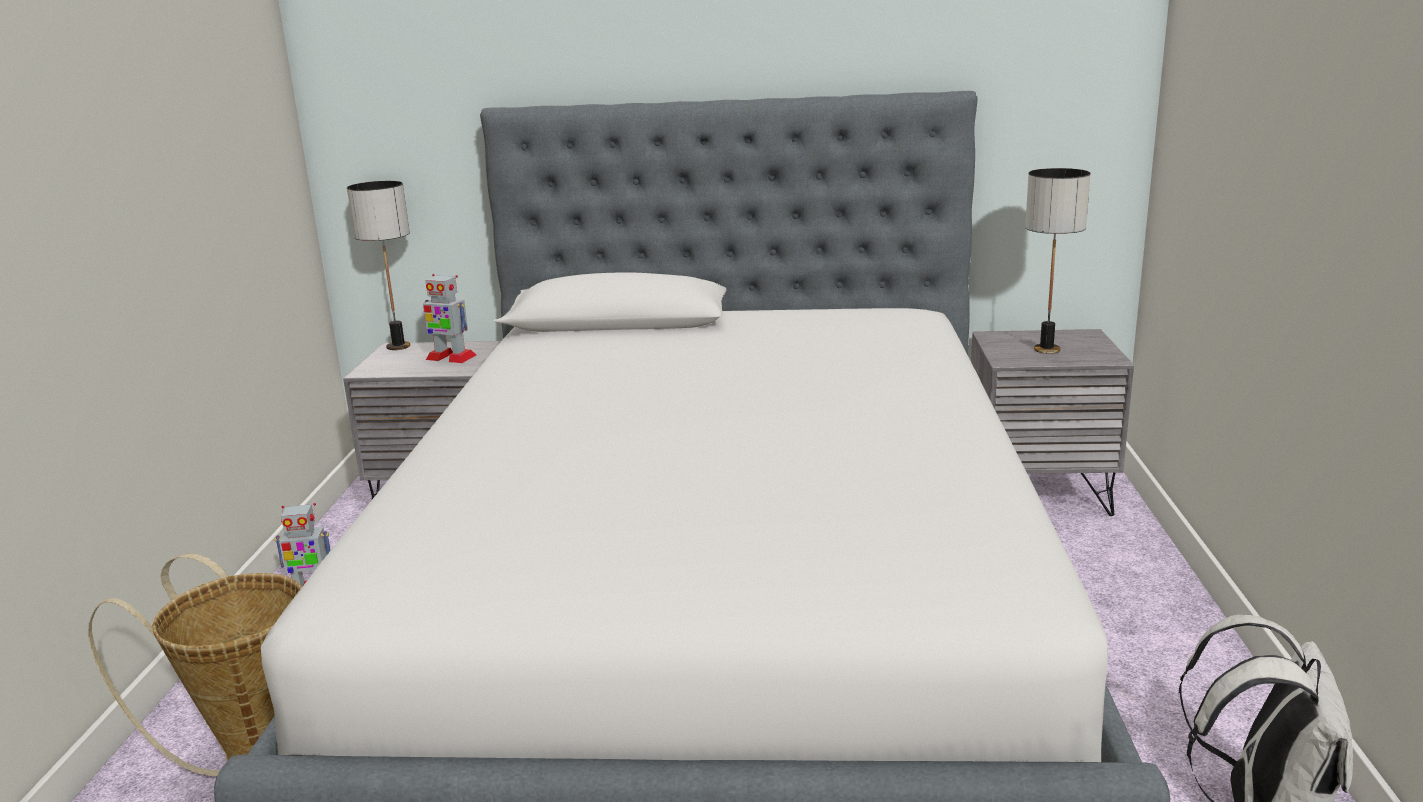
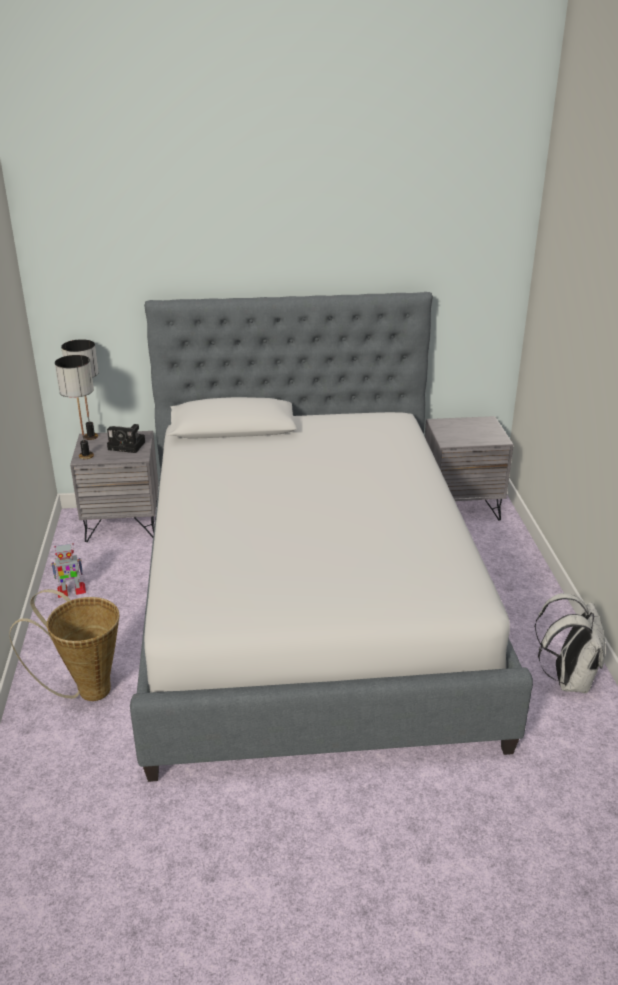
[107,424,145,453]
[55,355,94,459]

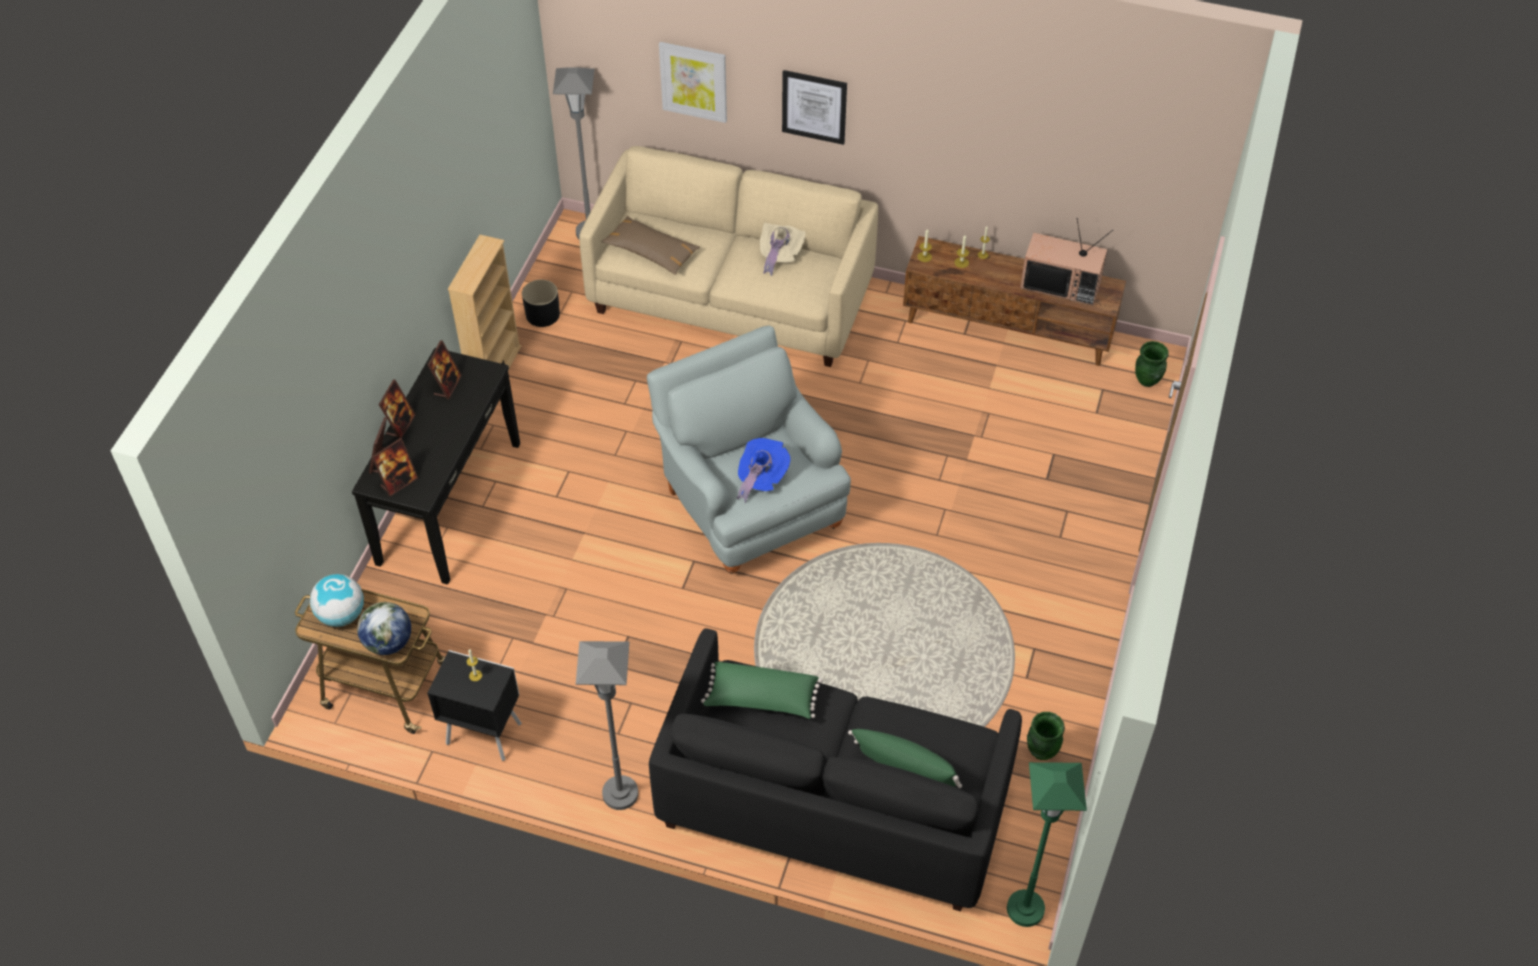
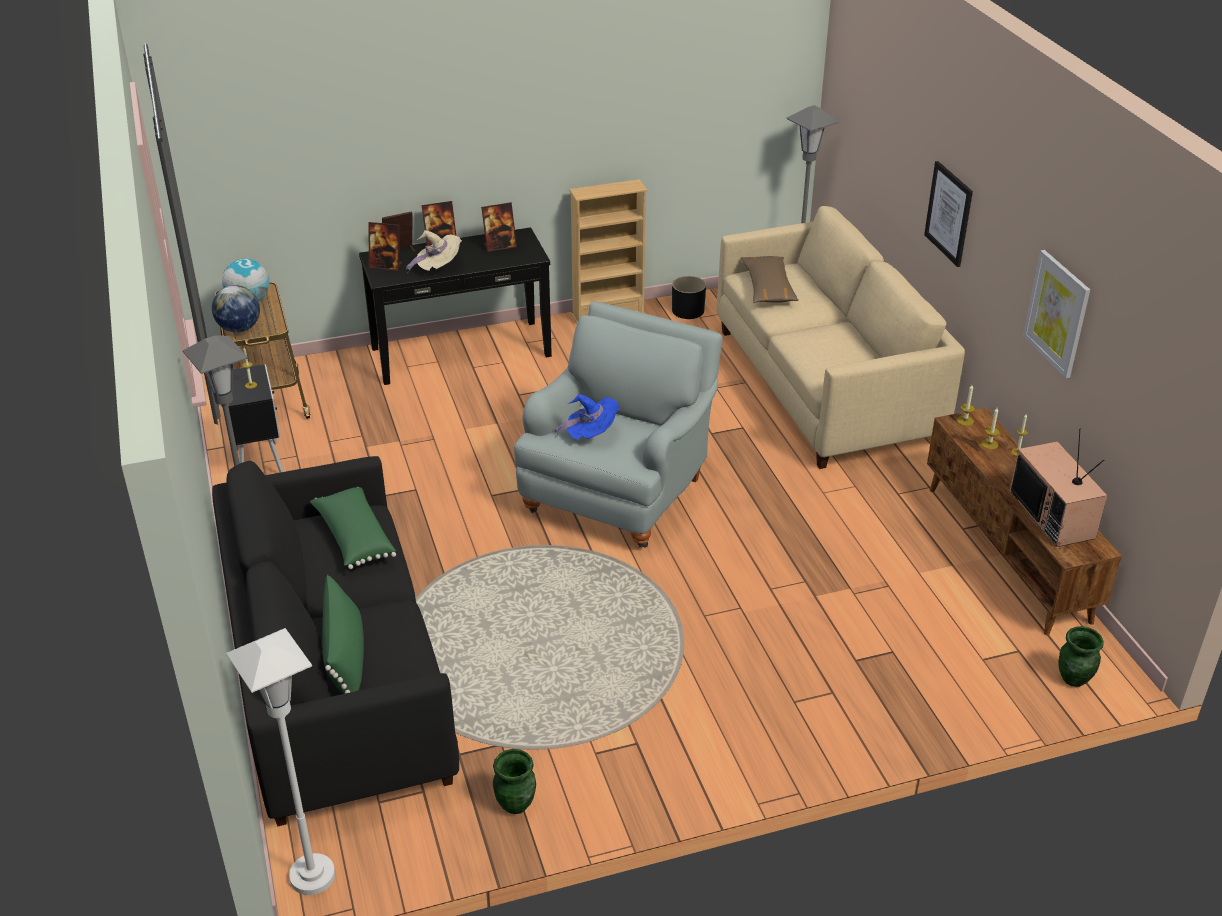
[1023,250,1090,378]
[406,230,462,274]
[226,628,335,895]

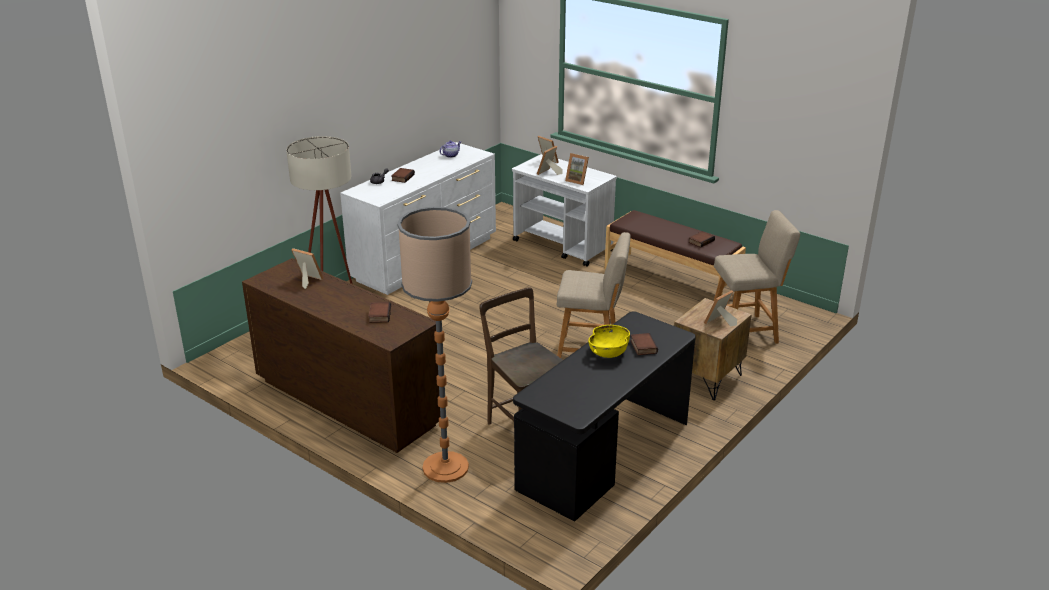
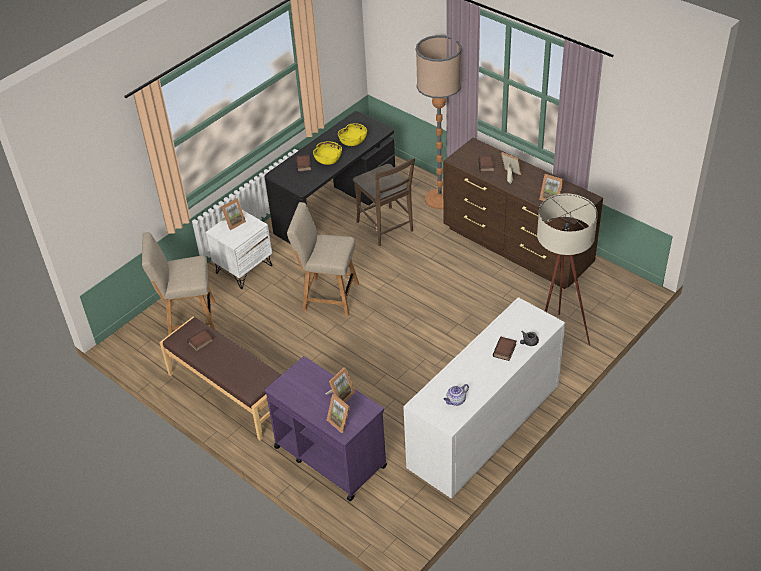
[265,356,387,501]
[501,152,522,184]
[205,210,272,289]
[338,123,367,146]

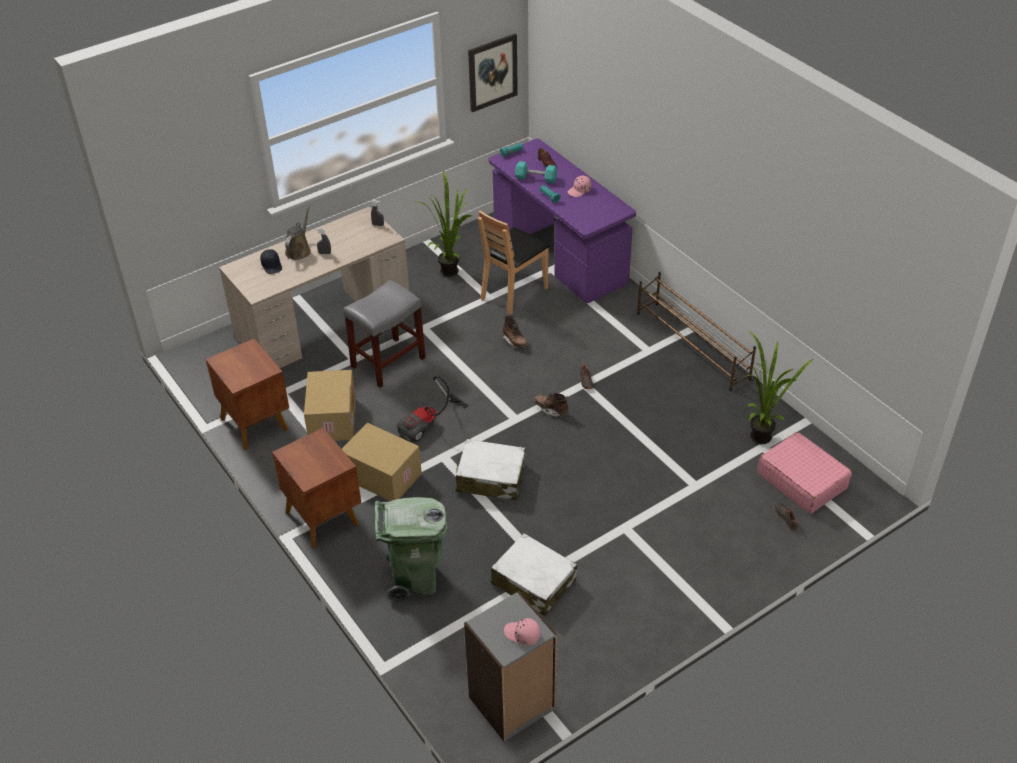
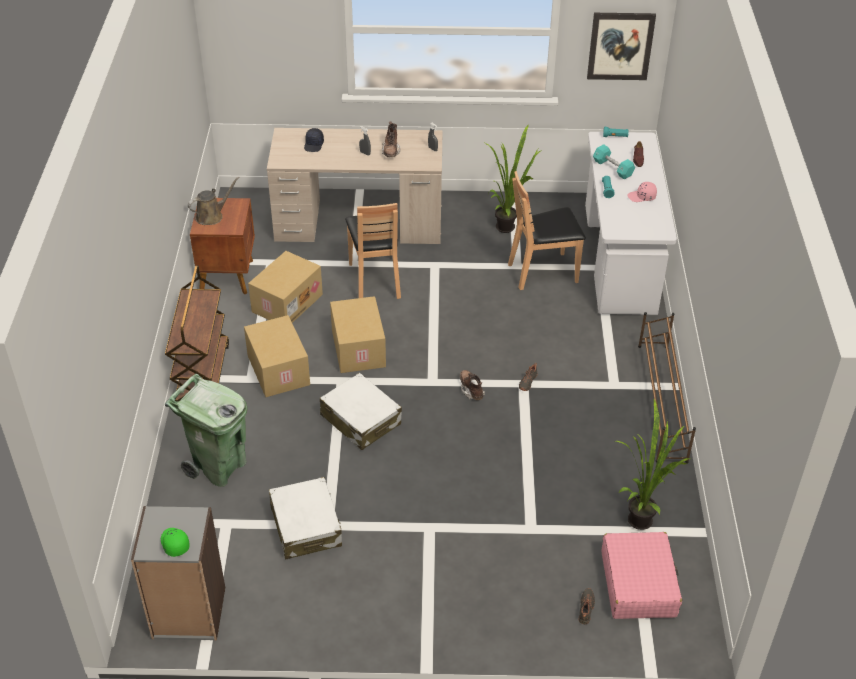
[165,265,229,402]
[188,176,240,225]
[345,203,401,299]
[330,296,386,373]
[585,132,677,315]
[382,121,401,157]
[161,528,190,557]

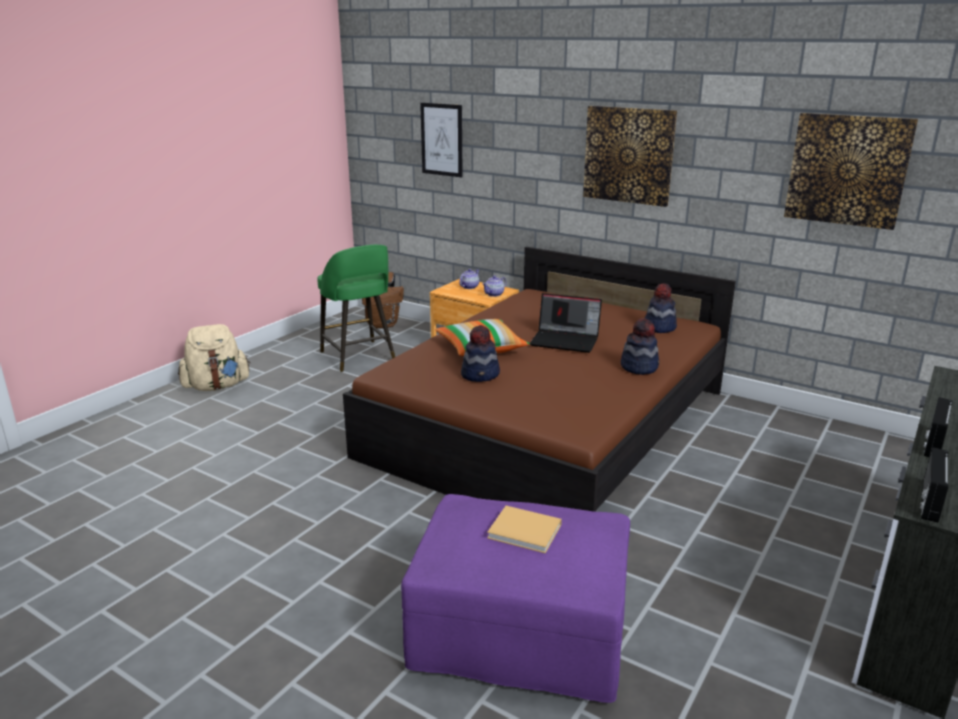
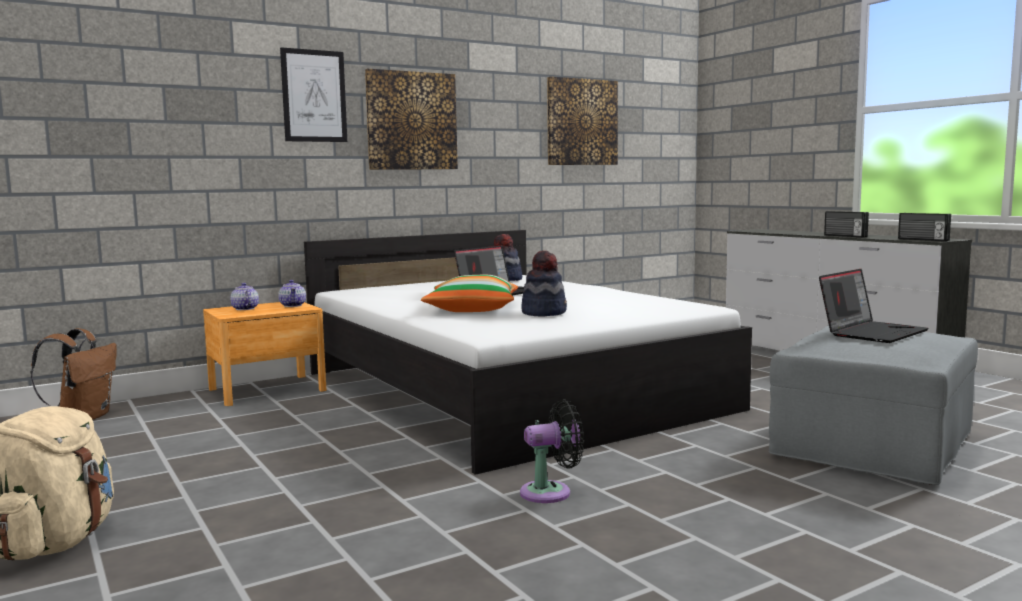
[317,245,395,372] (first image)
[304,230,752,475]
[769,325,978,485]
[280,47,347,142]
[819,269,929,343]
[621,318,659,375] (first image)
[520,399,584,503]

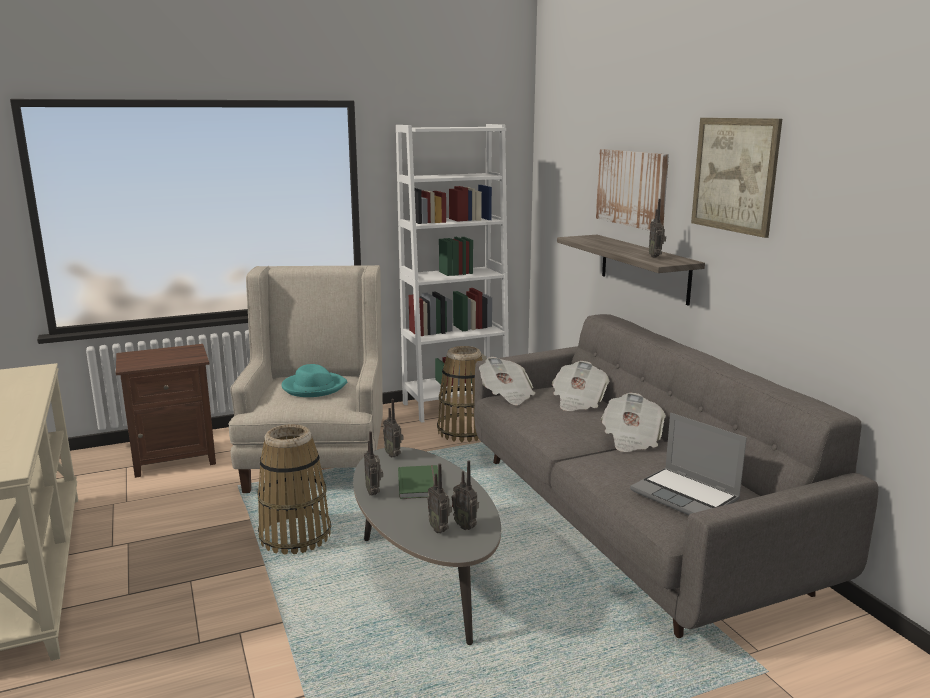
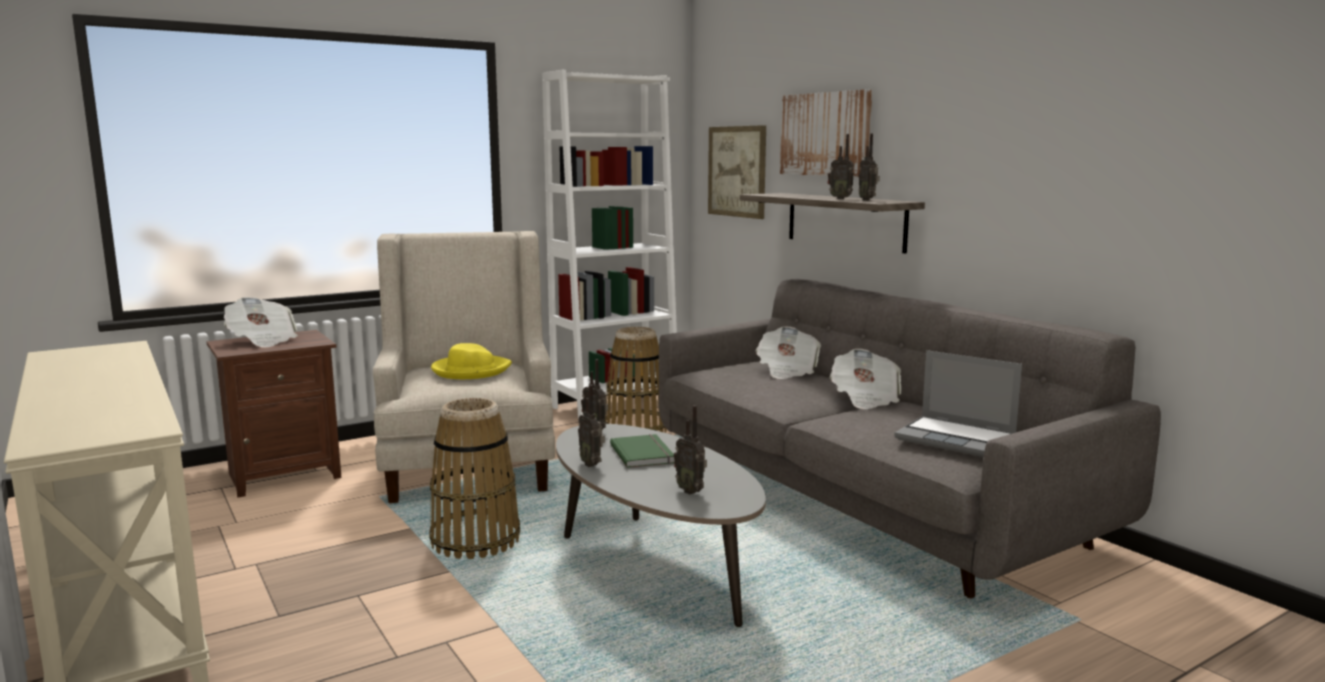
[431,343,512,379]
[828,134,854,199]
[224,297,298,348]
[708,125,766,219]

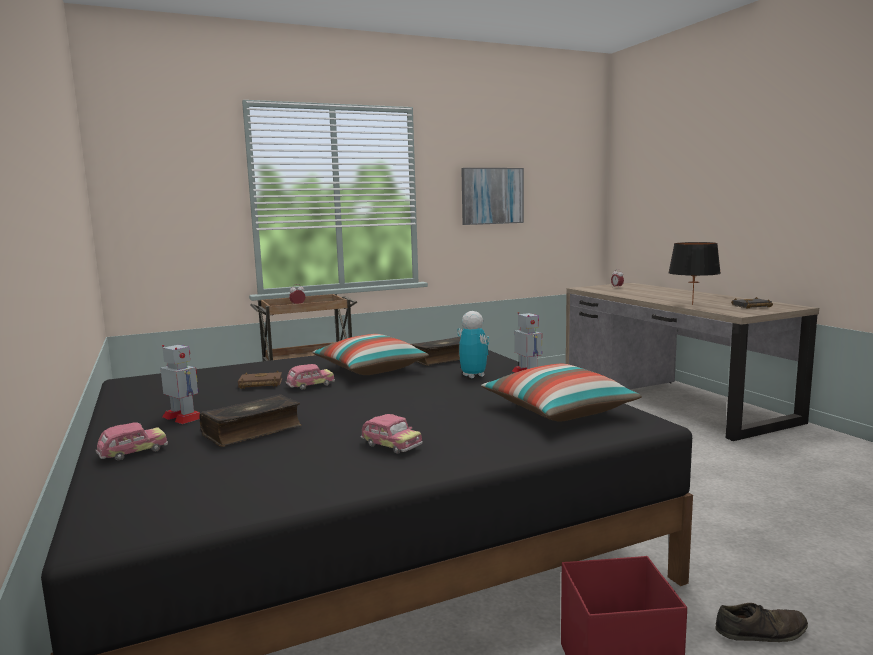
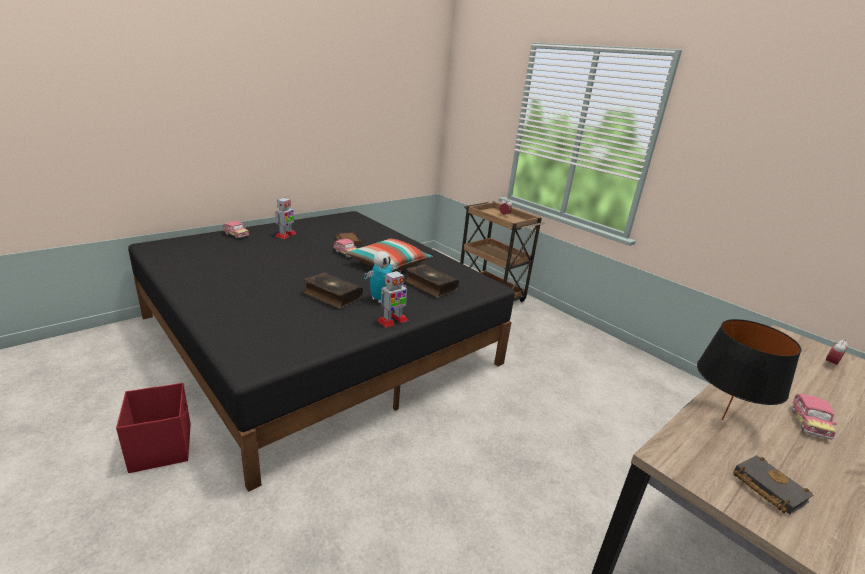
[303,272,363,309]
[792,394,837,440]
[461,168,524,225] (first image)
[481,364,642,421] (first image)
[716,603,808,642] (first image)

